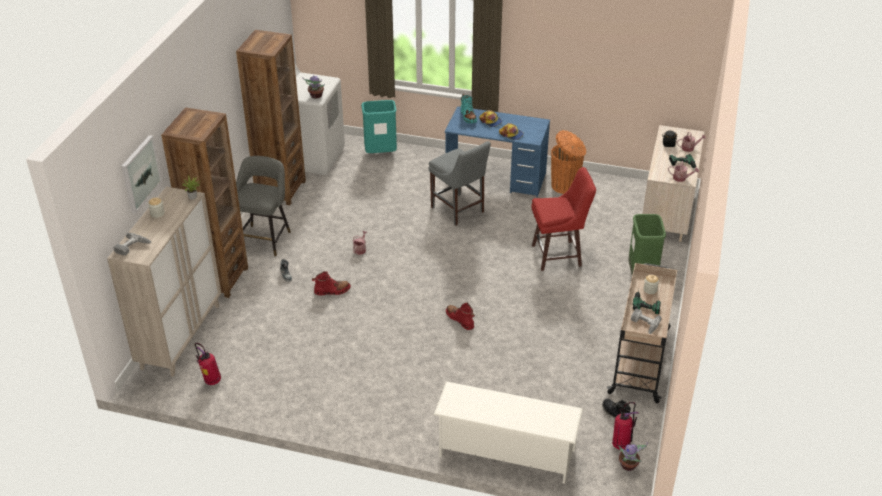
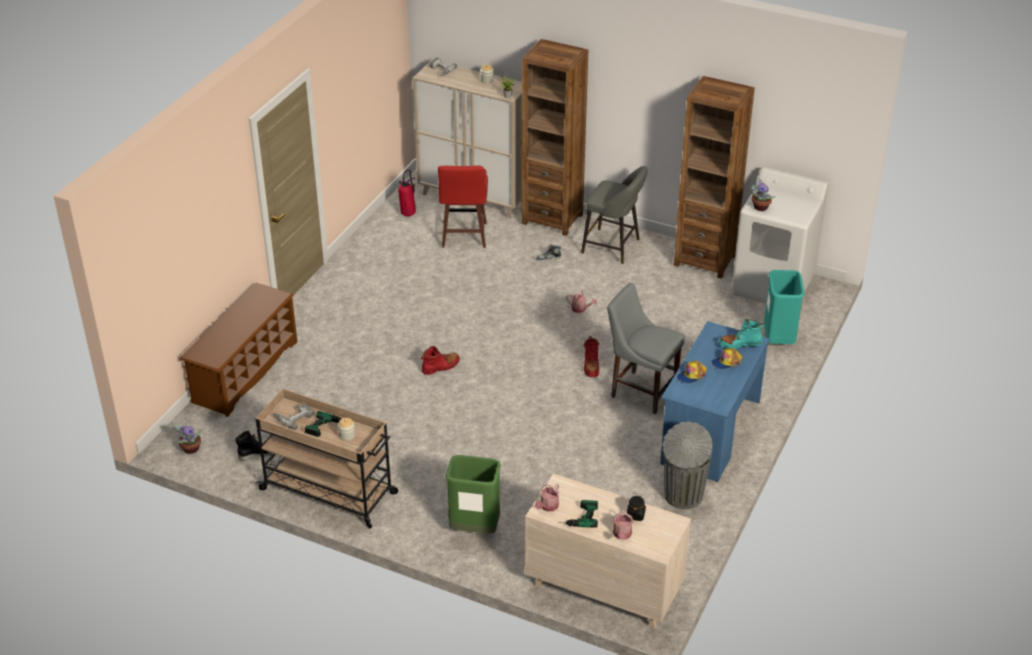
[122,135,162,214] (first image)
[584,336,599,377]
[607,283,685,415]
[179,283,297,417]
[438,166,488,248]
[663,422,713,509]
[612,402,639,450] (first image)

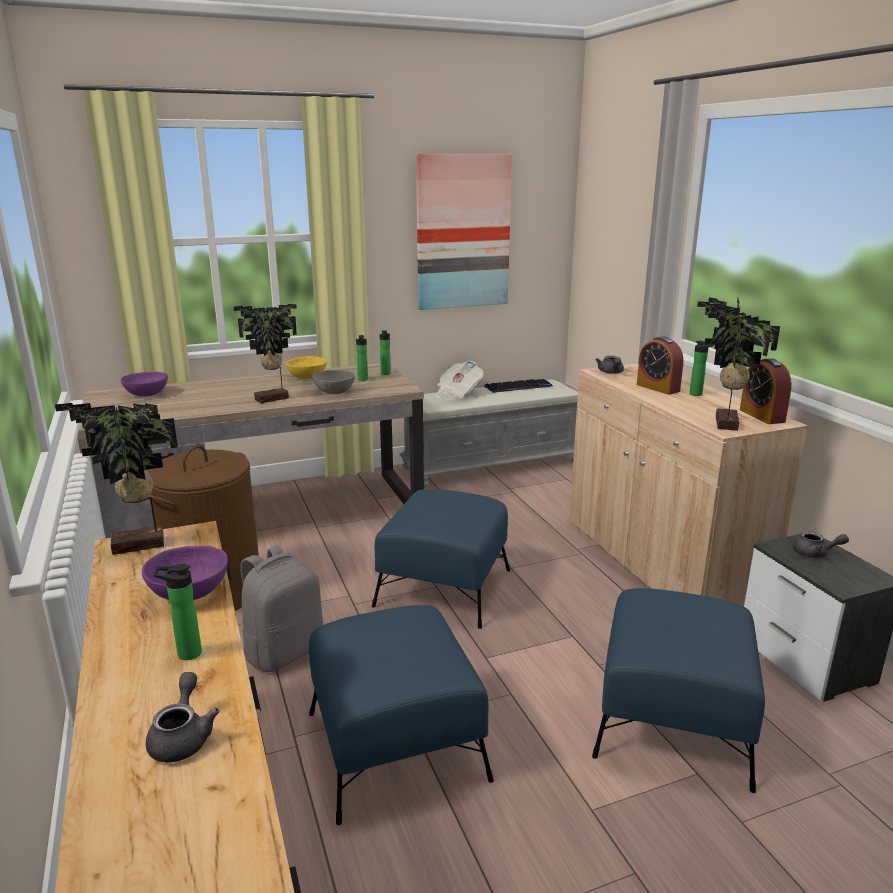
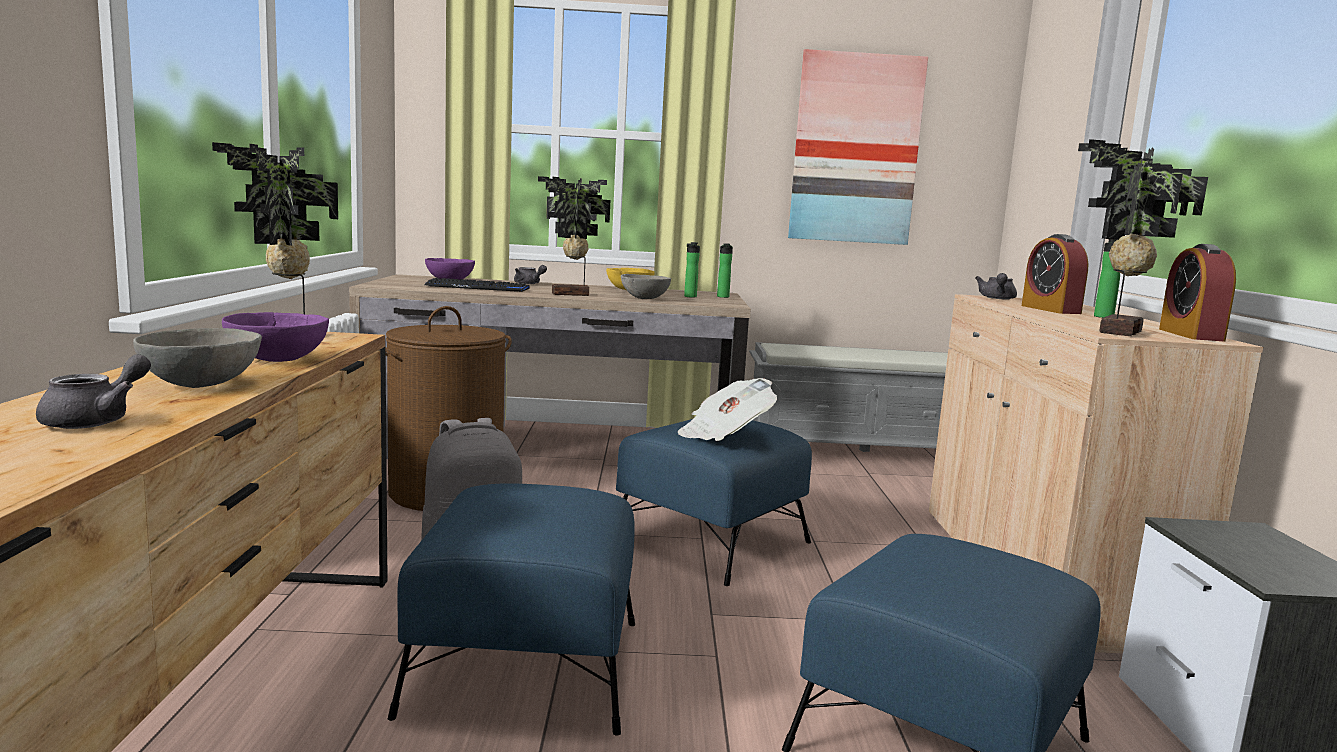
[133,328,262,388]
[678,378,777,441]
[424,278,529,292]
[514,265,547,284]

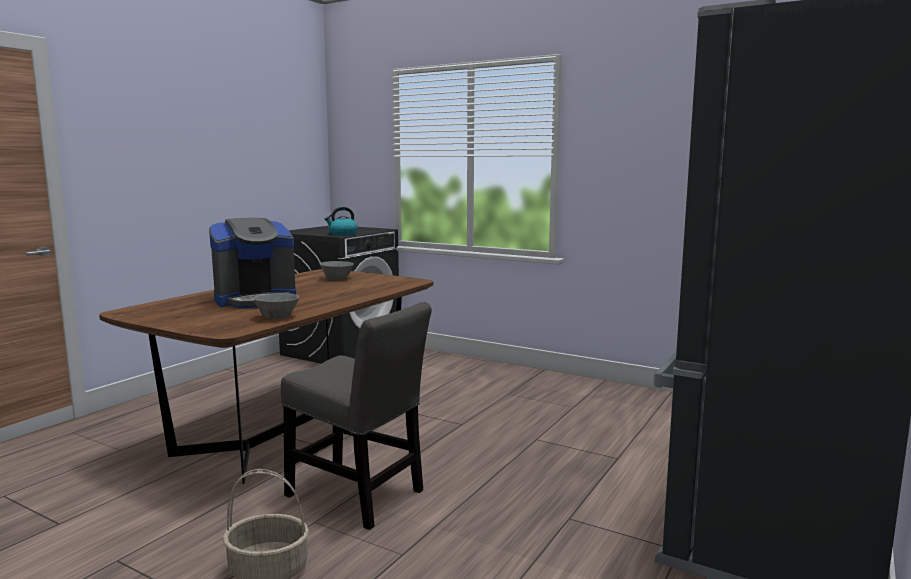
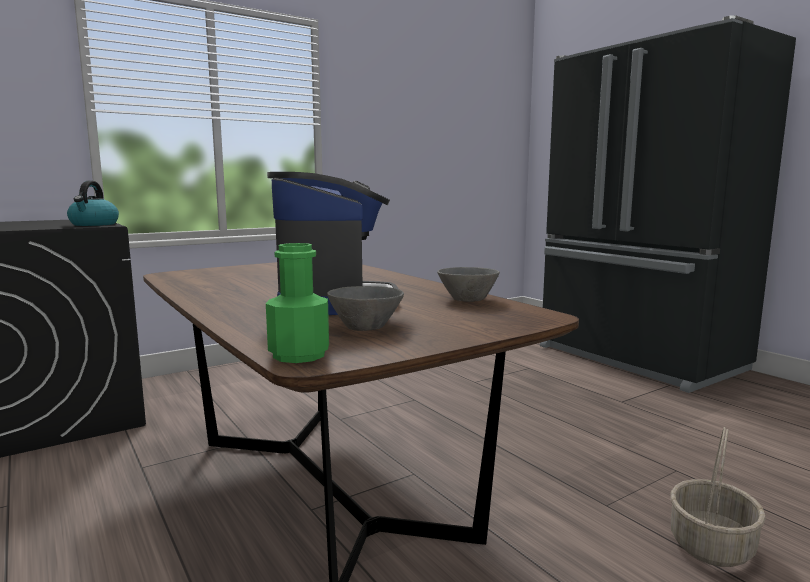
[281,302,432,530] (first image)
[327,286,404,331]
[266,243,329,363]

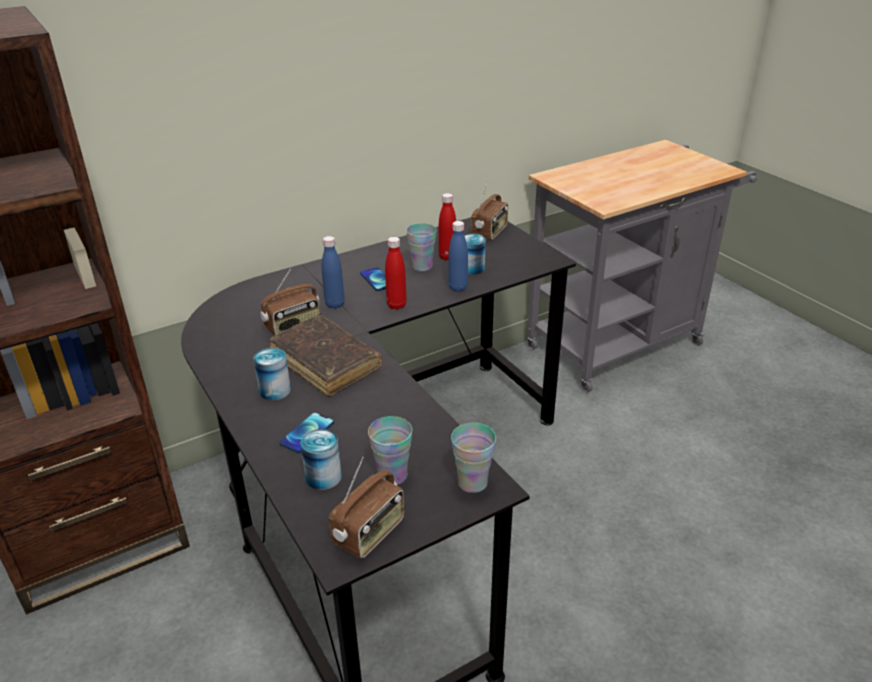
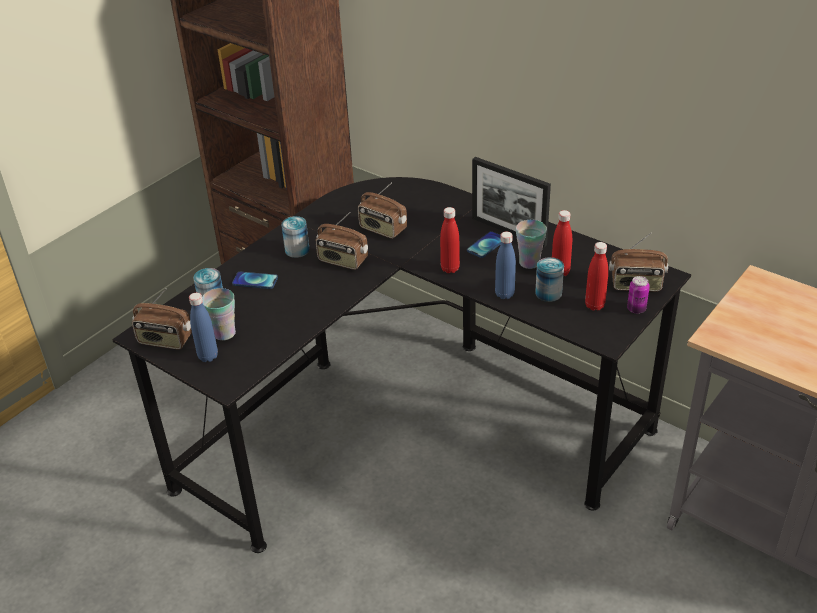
[316,212,368,270]
[189,293,218,362]
[451,423,496,493] (first image)
[472,157,551,247]
[585,242,608,311]
[627,276,650,314]

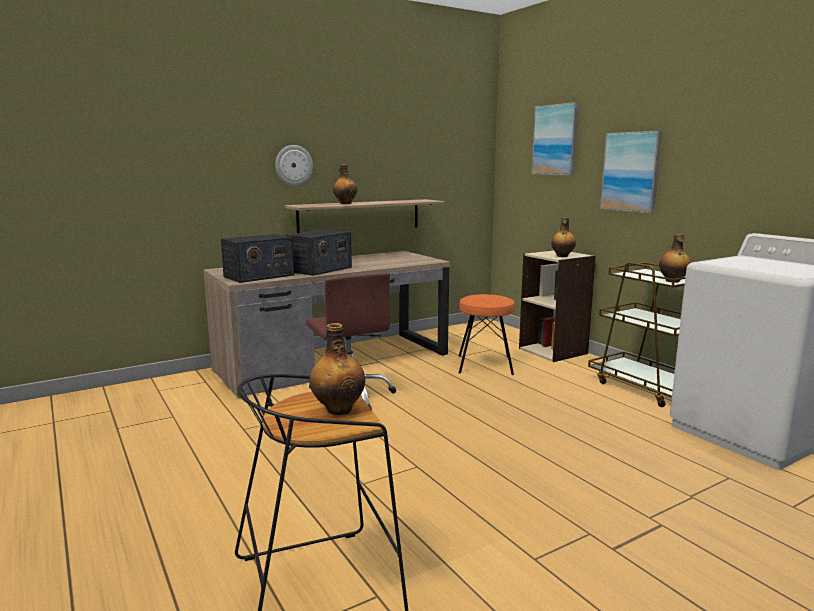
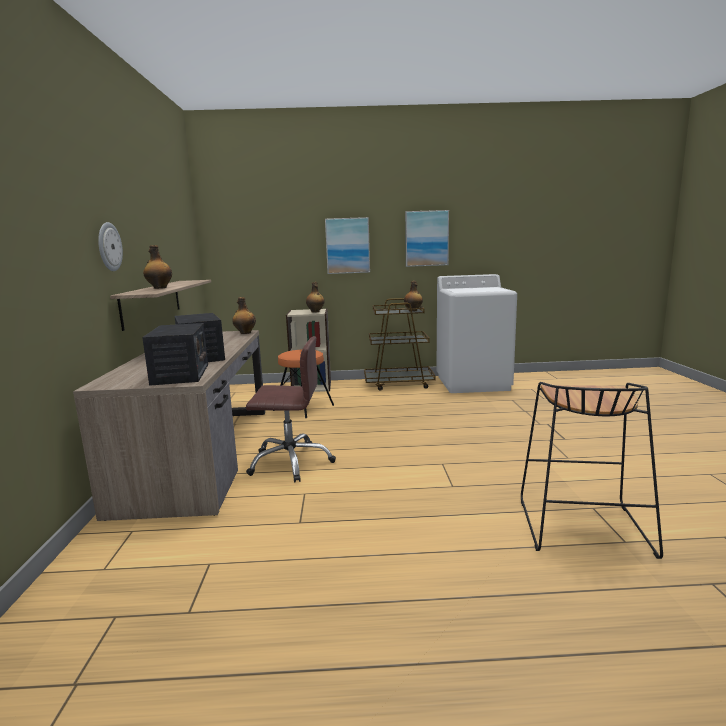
[232,297,256,334]
[405,210,449,267]

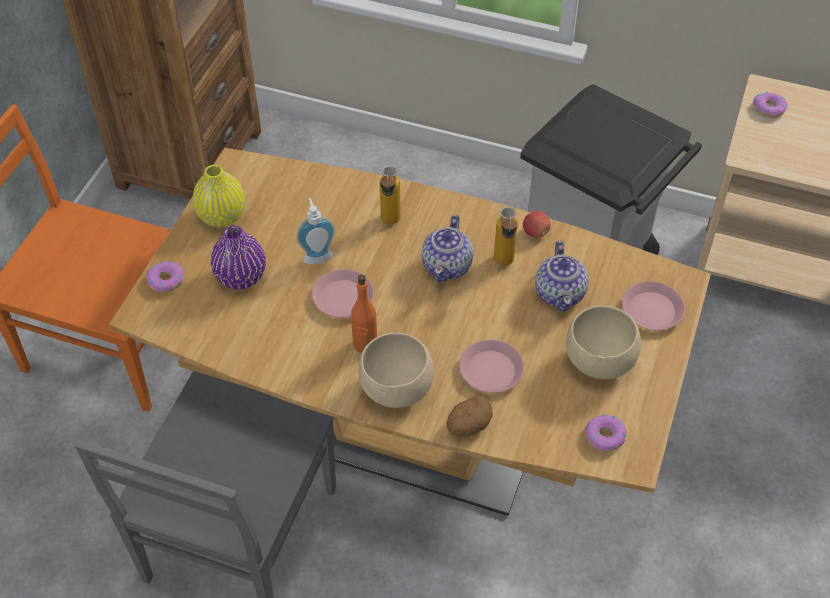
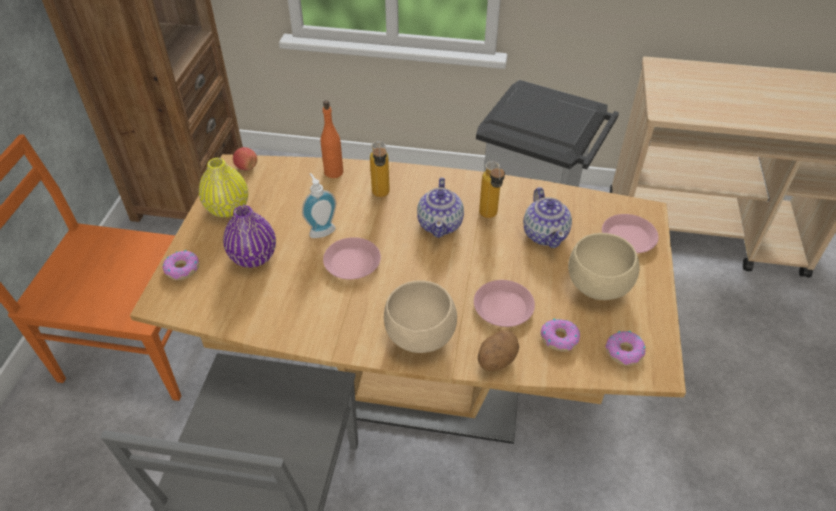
[321,100,343,178]
[233,147,257,170]
[541,319,580,352]

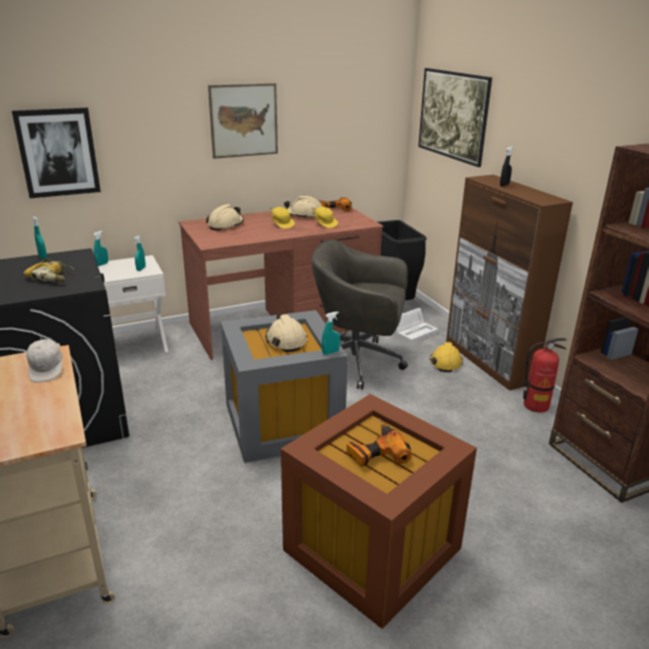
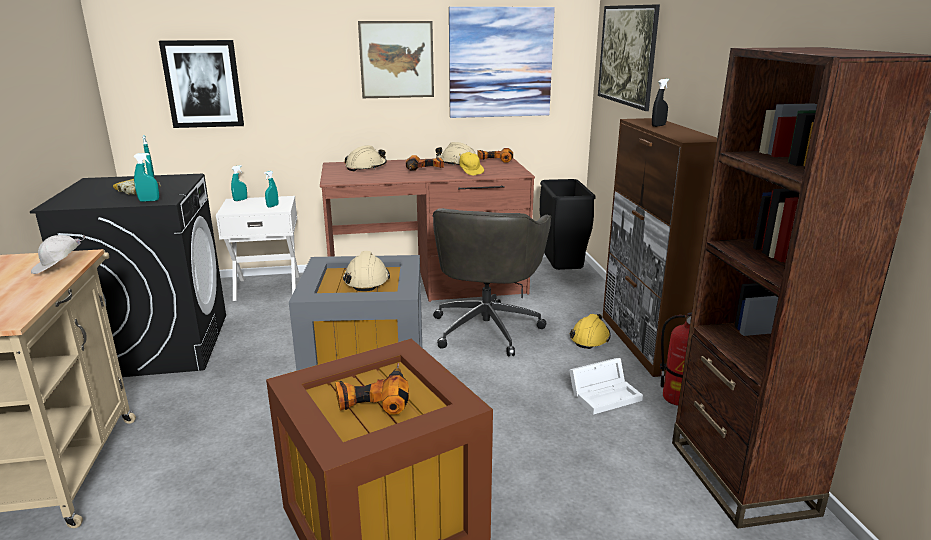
[31,235,86,274]
[406,155,444,171]
[433,208,551,357]
[133,153,159,202]
[569,358,643,415]
[449,7,555,118]

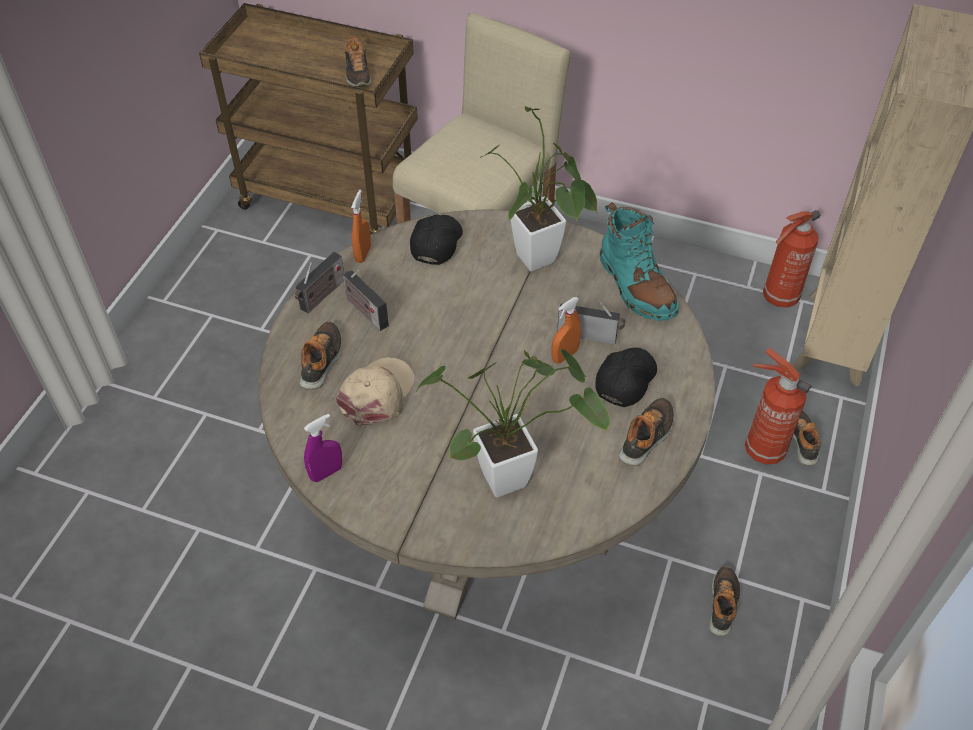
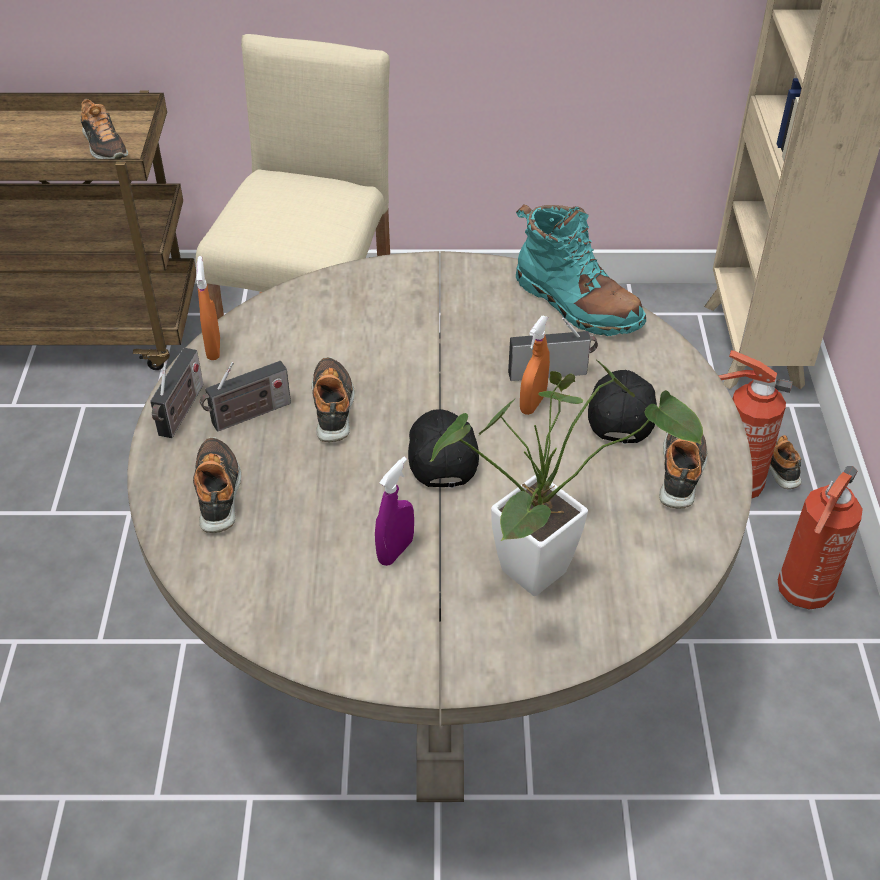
[375,457,414,566]
[336,357,414,427] (first image)
[200,361,291,432]
[408,409,479,488]
[480,106,598,271] (first image)
[312,357,355,442]
[778,466,863,610]

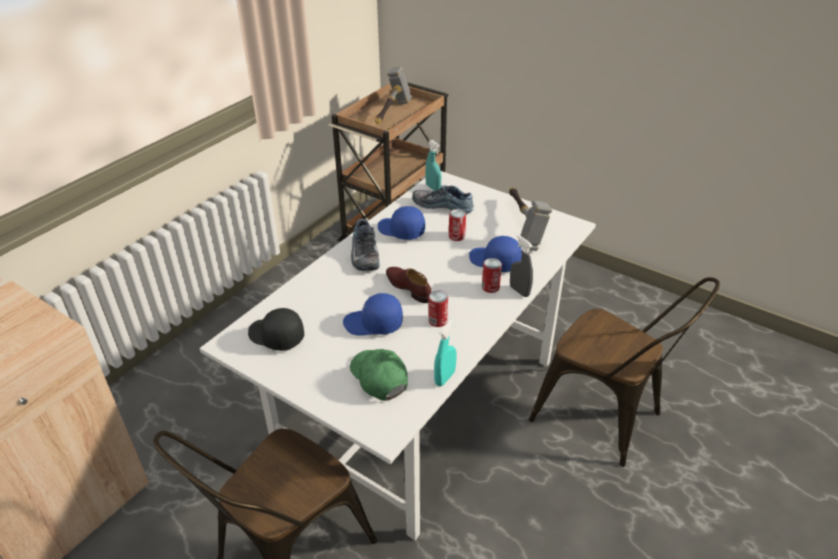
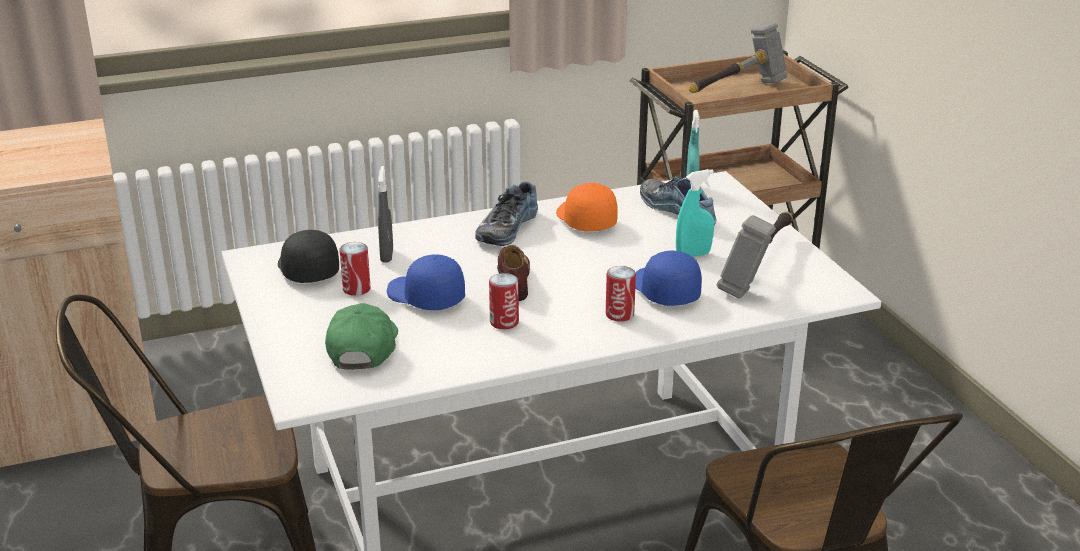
[556,183,618,232]
[676,169,714,257]
[340,242,371,296]
[378,166,393,262]

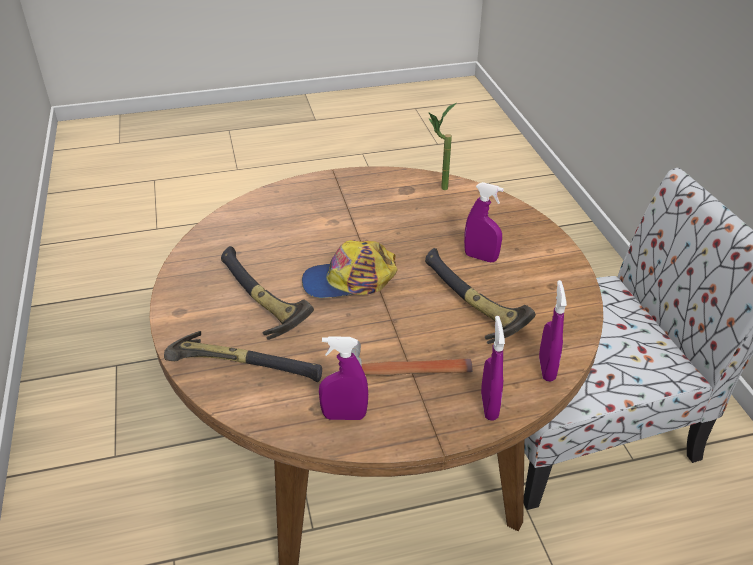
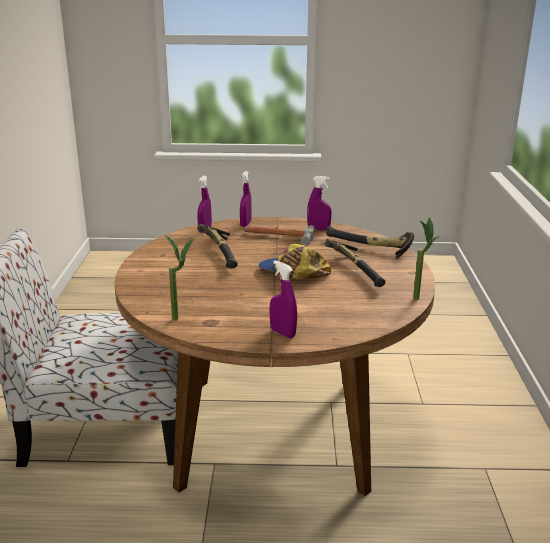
[258,244,331,279]
[270,261,297,338]
[413,217,440,300]

